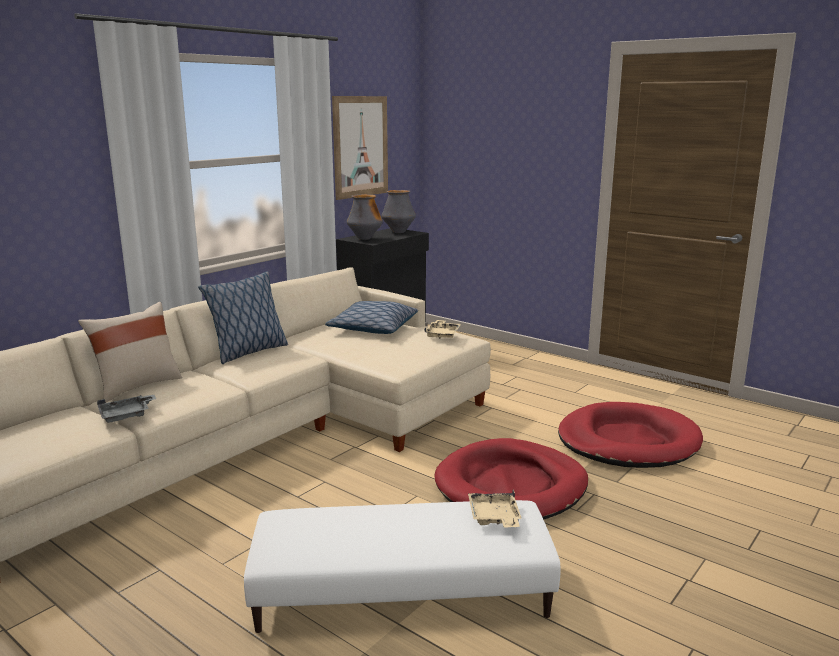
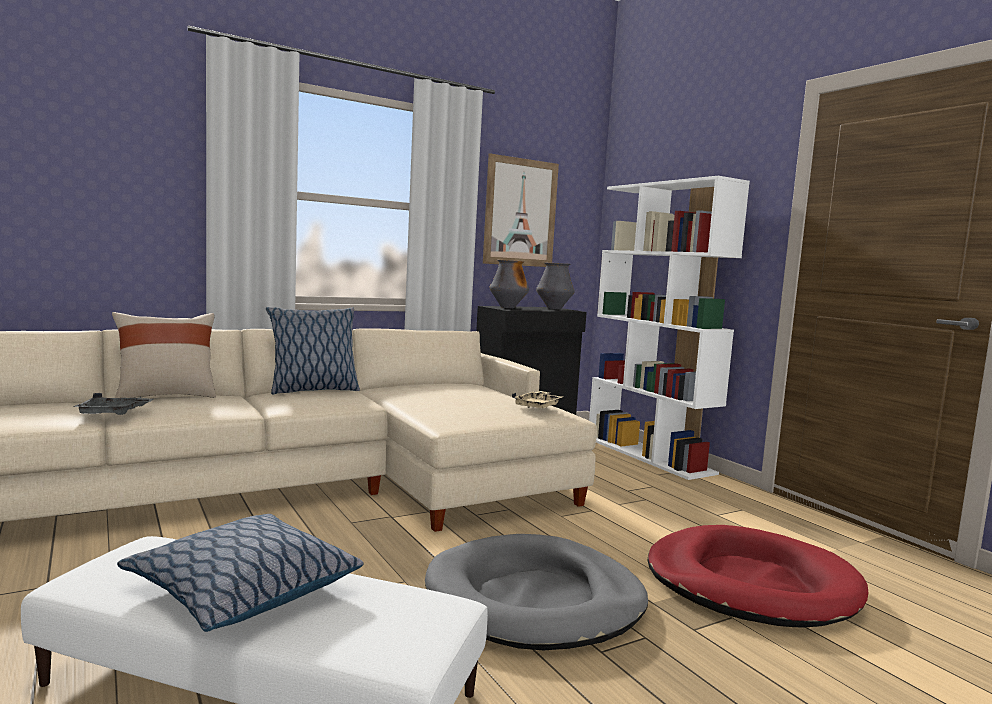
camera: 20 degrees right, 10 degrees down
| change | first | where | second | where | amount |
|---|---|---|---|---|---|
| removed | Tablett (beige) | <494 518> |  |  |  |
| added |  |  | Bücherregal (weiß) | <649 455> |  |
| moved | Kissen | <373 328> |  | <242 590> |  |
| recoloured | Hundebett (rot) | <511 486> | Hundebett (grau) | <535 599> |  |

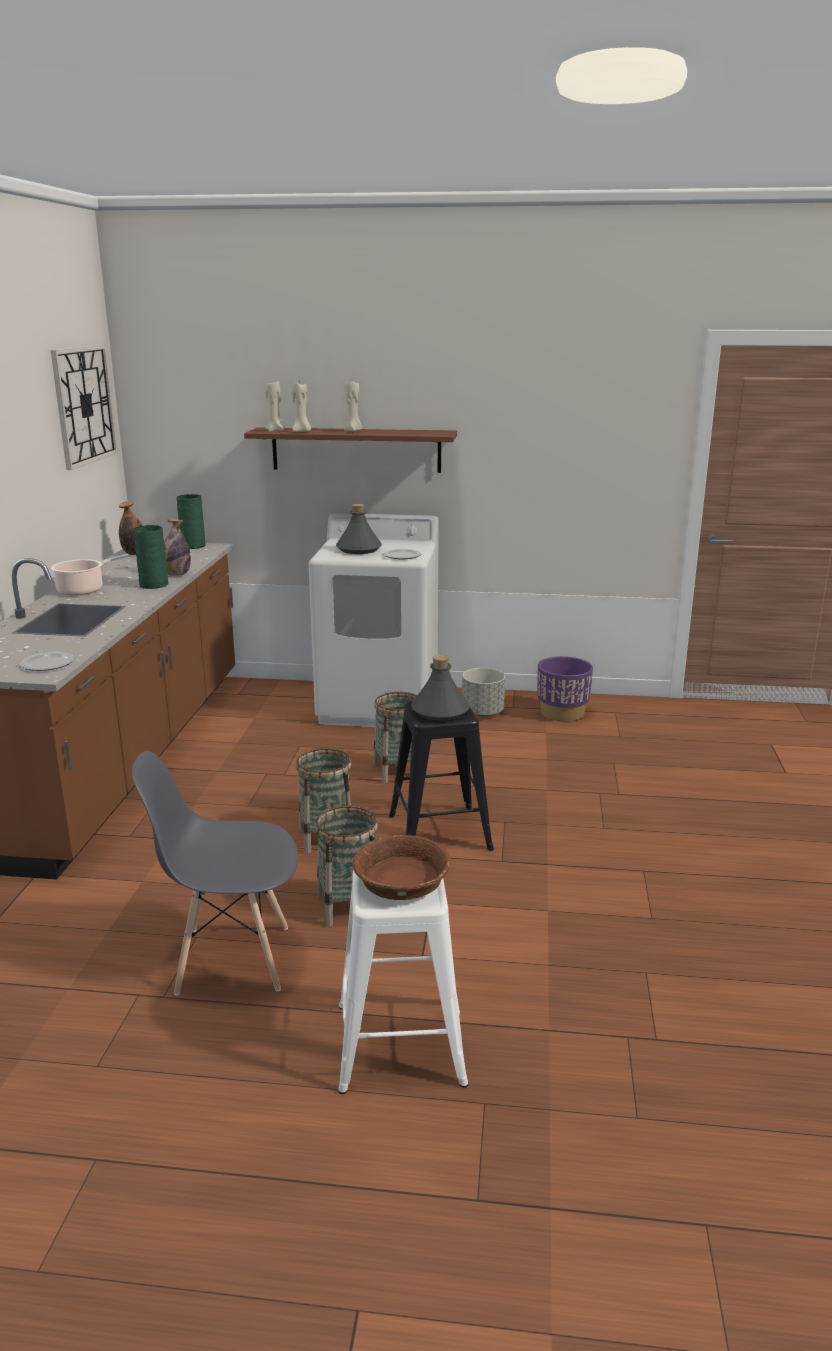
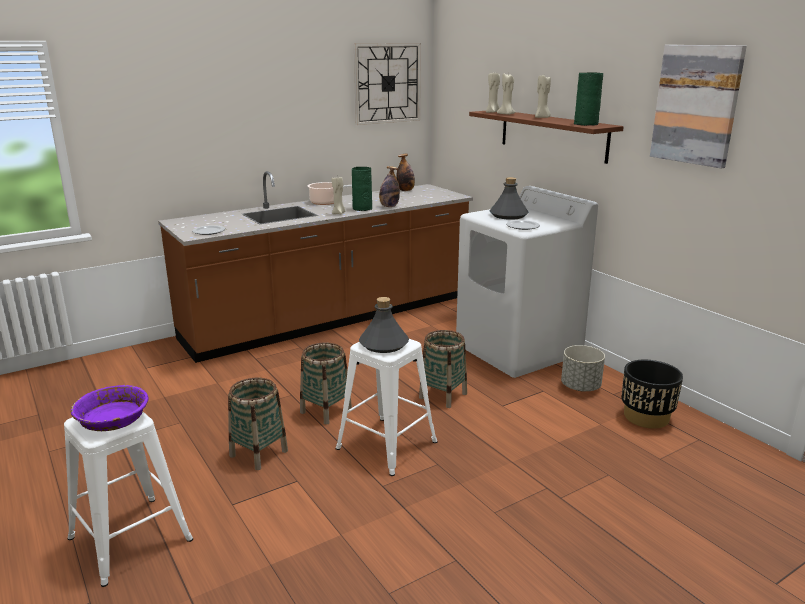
camera: 50 degrees right, 0 degrees up
| change | first | where | second | where | amount |
|---|---|---|---|---|---|
| removed | Stuhl (grau) | <232 959> |  |  |  |
| added |  |  | Kerze (beige) | <339 213> |  |
| added |  |  | Bild | <696 105> |  |
| moved | Vase (grün) | <194 546> |  | <586 124> |  |
| recoloured | Schüssel (braun) | <401 883> | Schüssel (lila) | <112 420> |  |
| recoloured | Hocker (schwarz) | <440 831> | Hocker (weiß) | <388 445> |  |
| recoloured | Pflanzkübel (lila) | <562 713> | Pflanzkübel (schwarz) | <646 417> |  |

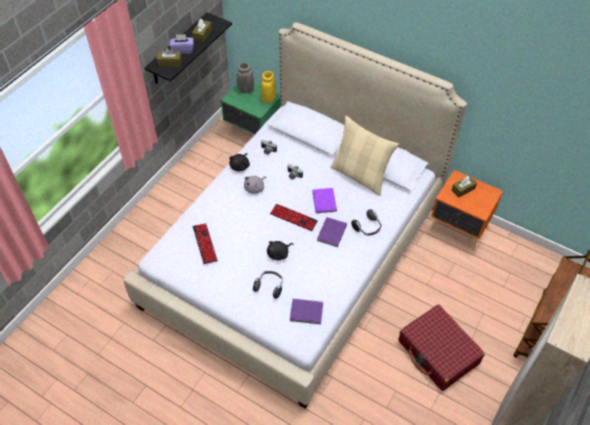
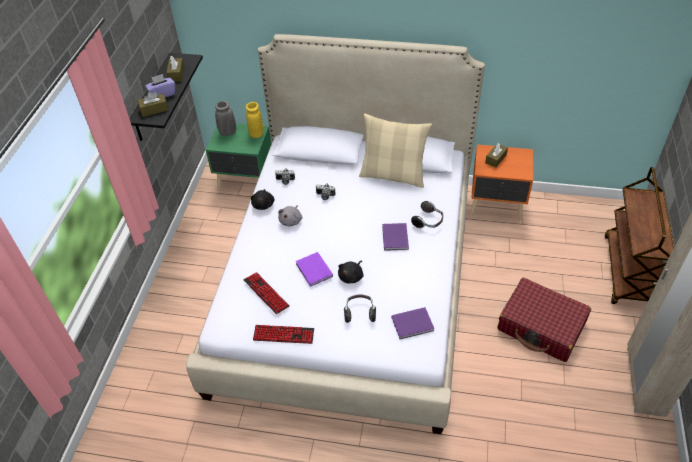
camera: 20 degrees left, 5 degrees down
| change | first | where | second | where | amount |
|---|---|---|---|---|---|
| moved | Tastatur | <293 218> |  | <283 335> |  |
| moved | Buch (lila) | <324 202> |  | <314 271> |  |

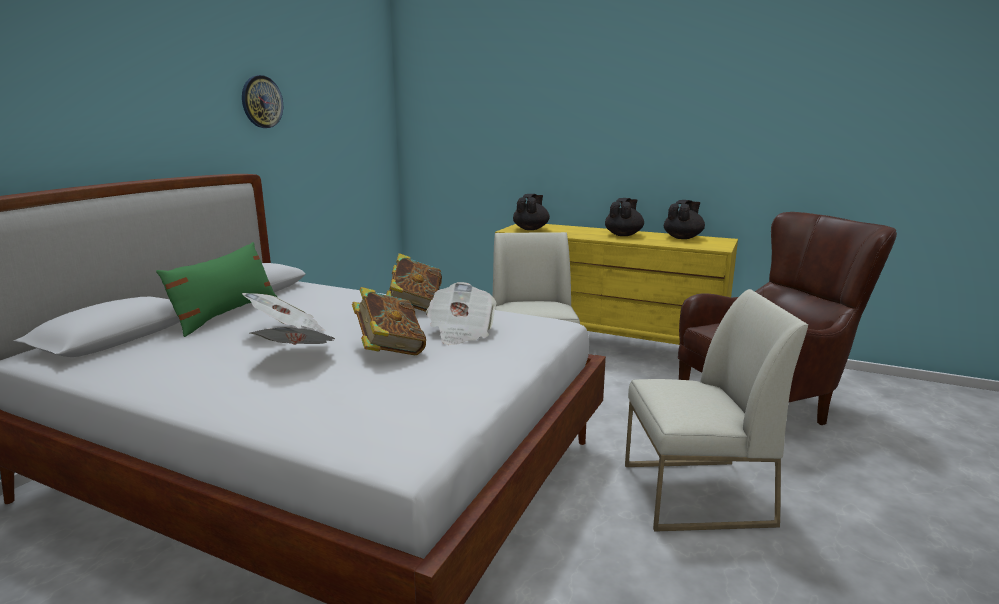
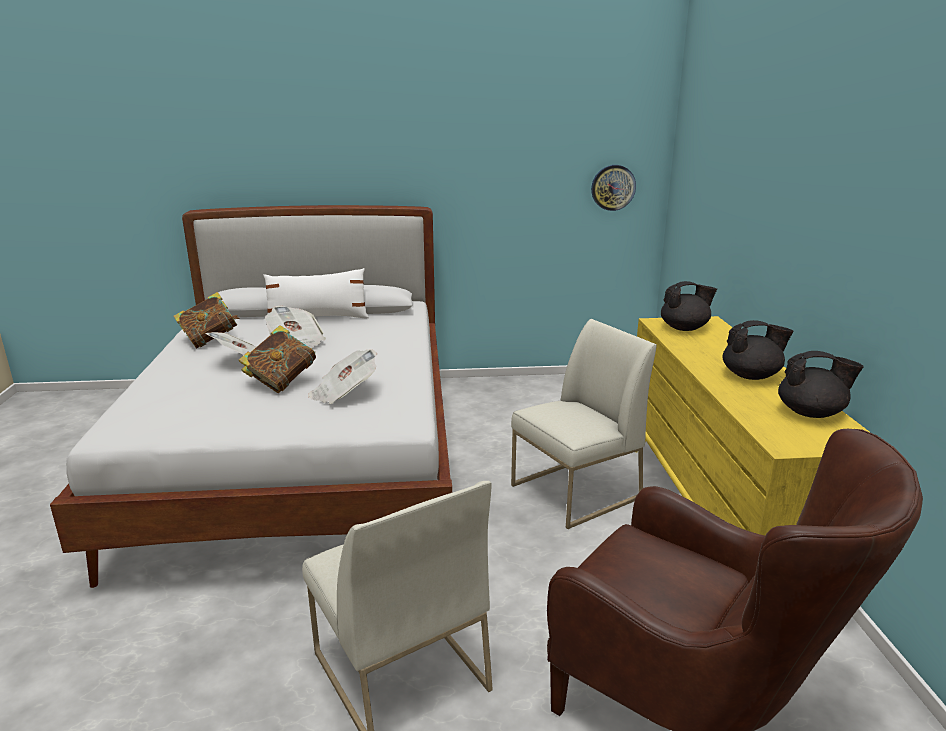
camera: 60 degrees right, 5 degrees up
| change | first | where | second | where | amount |
|---|---|---|---|---|---|
| moved | Wanduhr | <261 102> |  | <613 187> |  |
| moved | Buch | <415 307> |  | <210 341> |  |
| recoloured | Kissen (grün) | <226 314> | Kissen (weiß) | <318 319> |  |

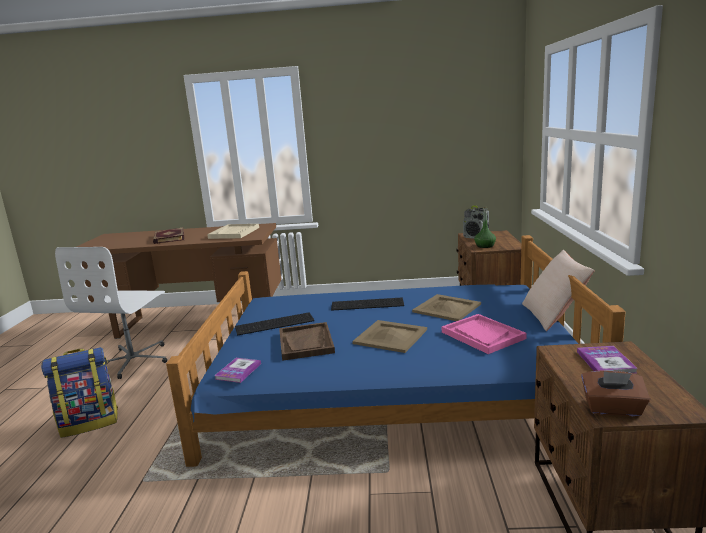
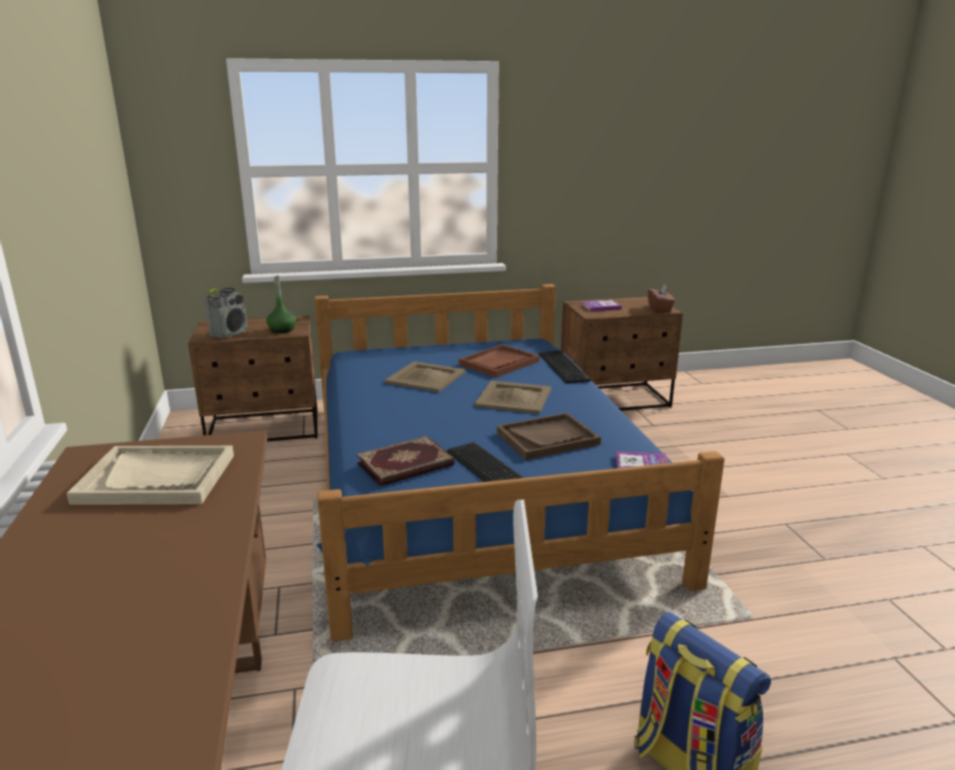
camera: 105 degrees left, 5 degrees up
| change | first | where | second | where | amount |
|---|---|---|---|---|---|
| removed | Kissen (beige) | <554 315> |  |  |  |
| moved | Buch | <168 238> |  | <406 465> |  |
| moved | Tastatur | <368 304> |  | <564 366> |  |
| recoloured | Tablett (rosa) | <482 335> | Tablett (braun) | <499 363> |  |

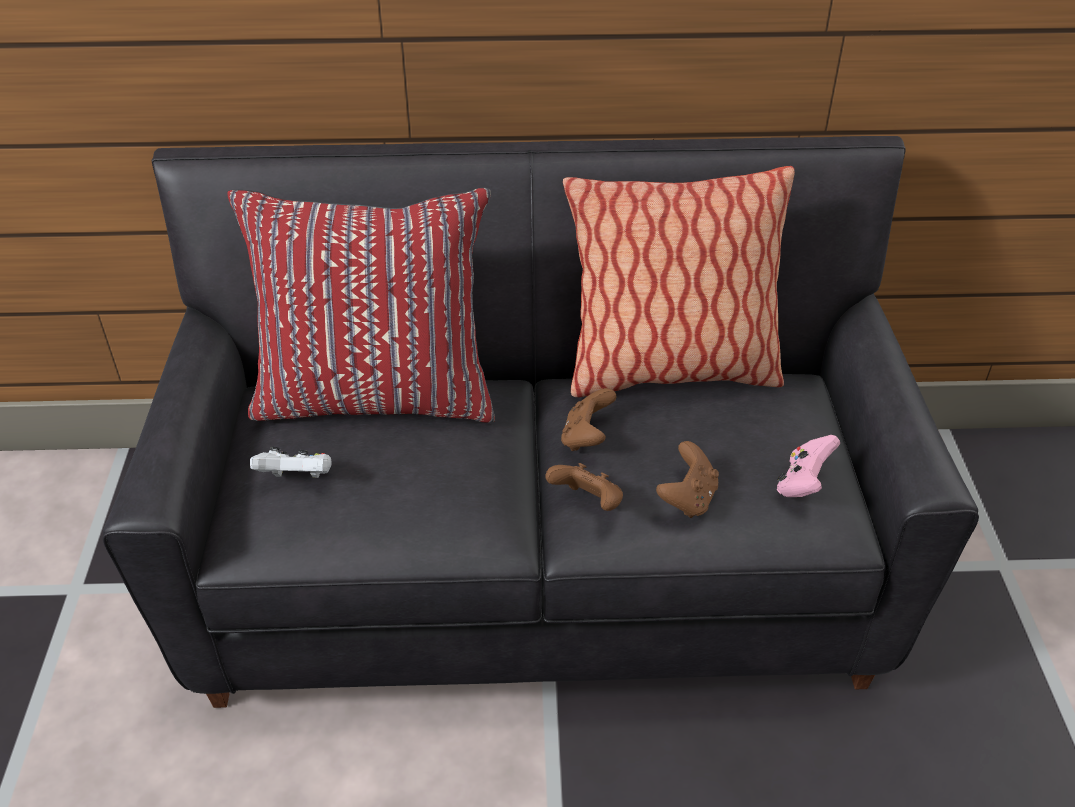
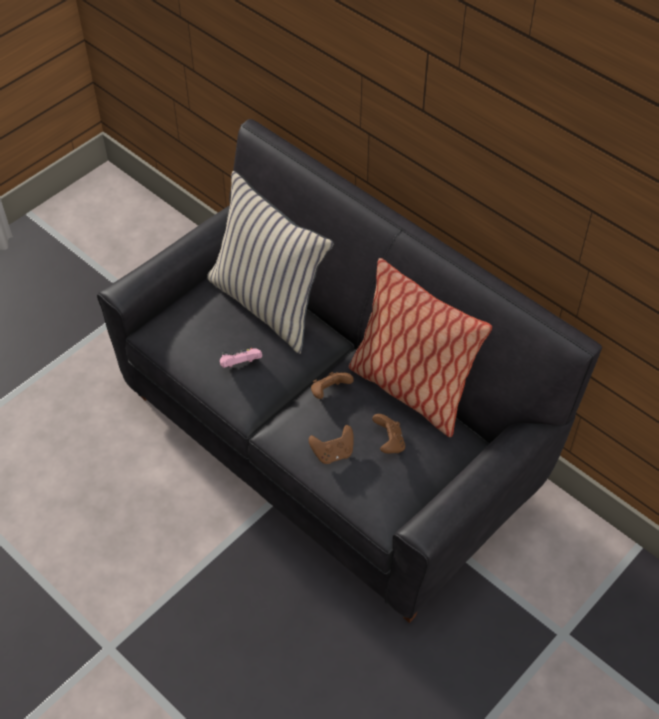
camera: 45 degrees right, 10 degrees up
| change | first | where | second | where | amount |
|---|---|---|---|---|---|
| removed | Gamepad (weiß) | <297 478> |  |  |  |
| moved | Gamepad (braun) | <588 503> |  | <389 443> |  |
| moved | Gamepad (rosa) | <803 483> |  | <240 365> |  |
| recoloured | Kissen (rot) | <376 394> | Kissen (beige) | <269 303> |  |

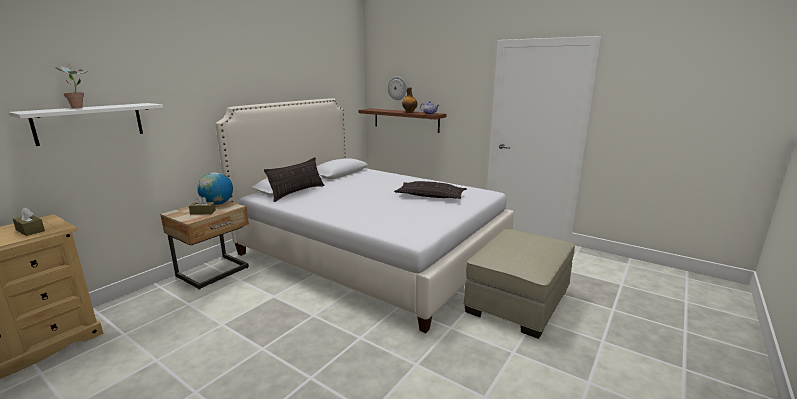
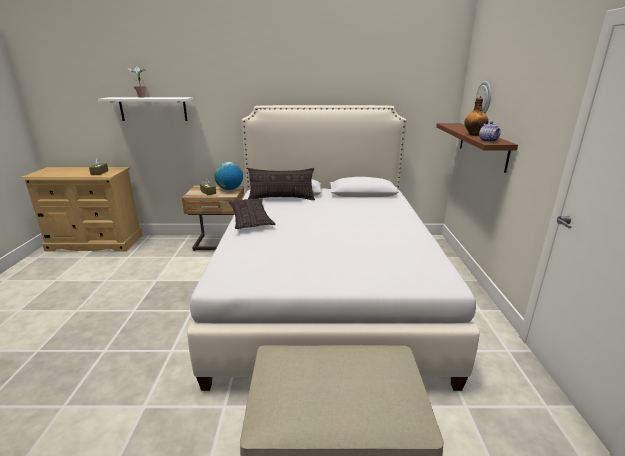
camera: 55 degrees right, 5 degrees up
| change | first | where | second | where | amount |
|---|---|---|---|---|---|
| moved | Kissen | <430 195> |  | <250 218> |  |

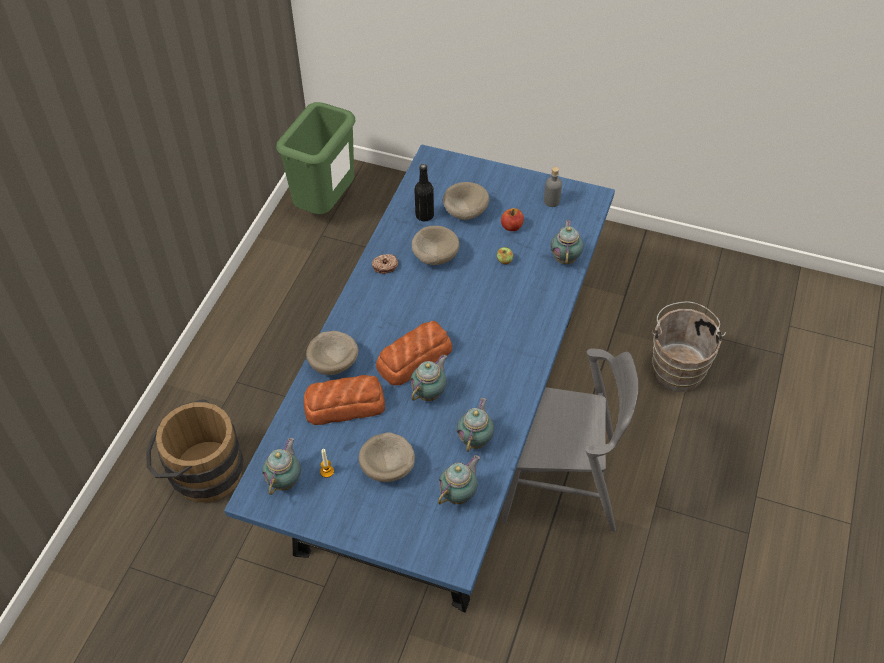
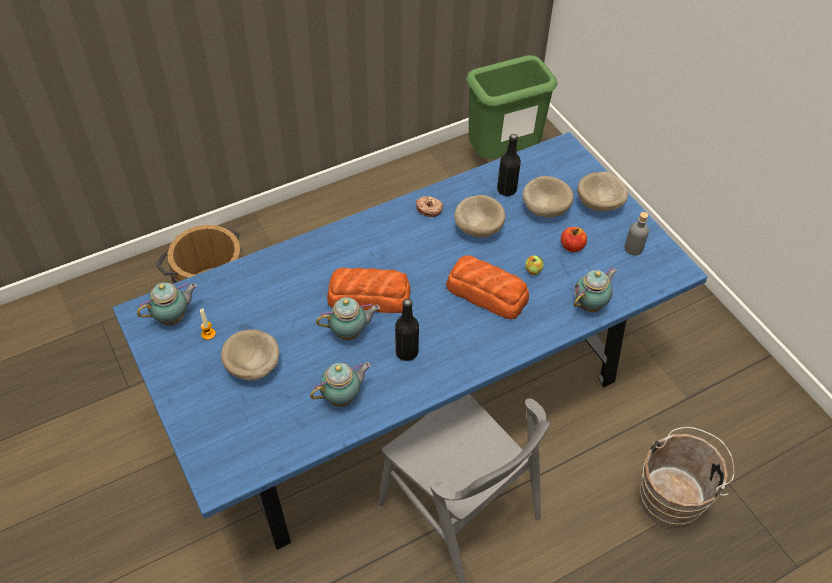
camera: 40 degrees right, 0 degrees up
| change | first | where | second | where | amount |
|---|---|---|---|---|---|
| removed | Teekanne | <459 494> |  |  |  |
| added |  |  | Flasche (schwarz) | <406 352> |  |
| moved | Brot | <343 405> |  | <486 292> |  |
| moved | Schüssel (beige) | <335 363> |  | <600 204> |  |

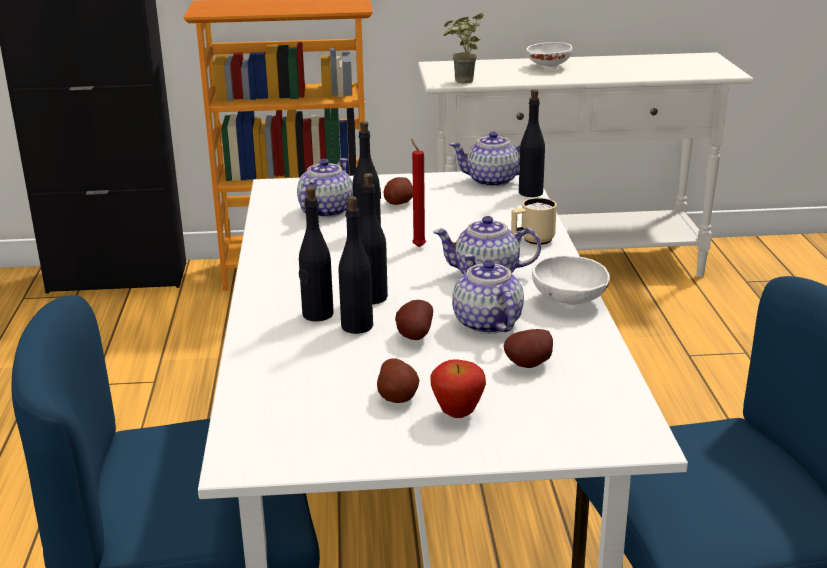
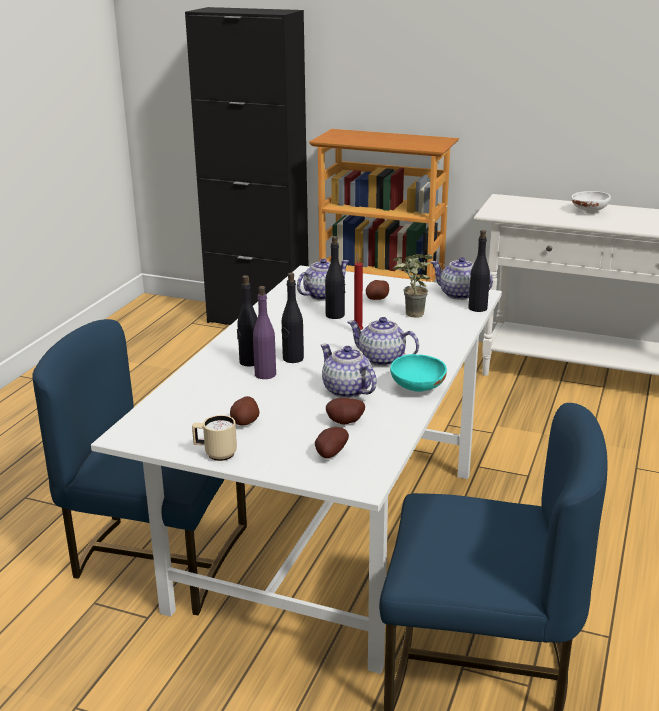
camera: 25 degrees right, 0 degrees up
| change | first | where | second | where | amount |
|---|---|---|---|---|---|
| removed | Apfel | <457 414> |  |  |  |
| moved | Kartoffel | <413 336> |  | <329 454> |  |
| moved | Topfpflanze | <461 82> |  | <410 315> |  |
| moved | Henkelbecher (beige) | <532 241> |  | <215 454> |  |
| recoloured | Flasche (schwarz) | <357 326> | Flasche (lila) | <265 374> |  |
| recoloured | Schüssel (weiß) | <569 302> | Schüssel (türkis) | <417 389> |  |
| turned | Teekanne | <487 323> |  | <347 391> | 45 degrees counterclockwise |

